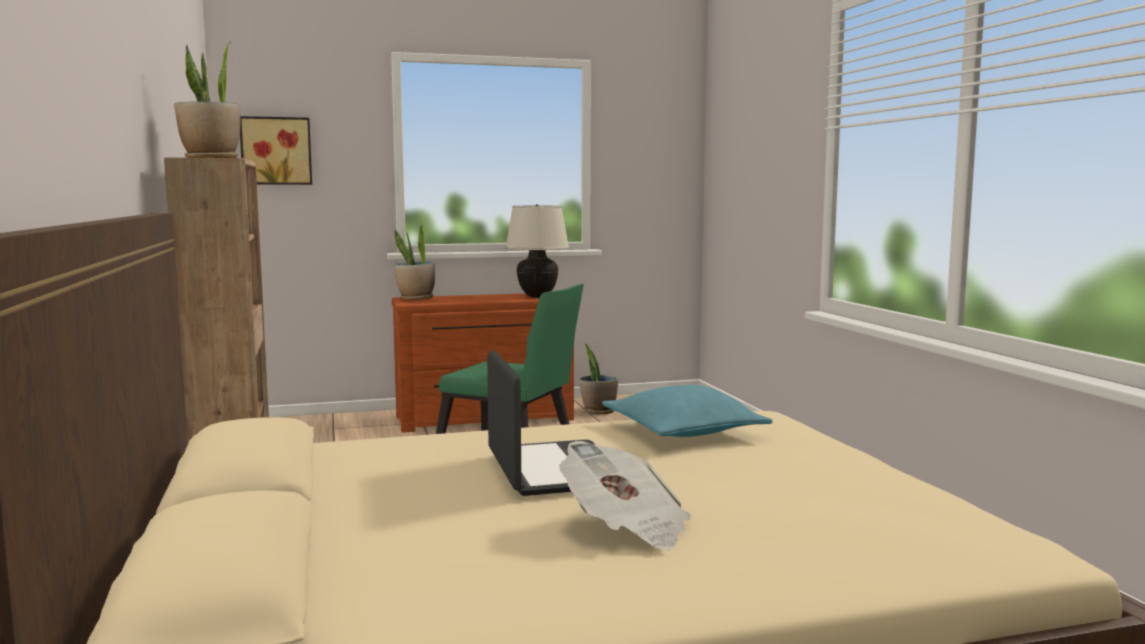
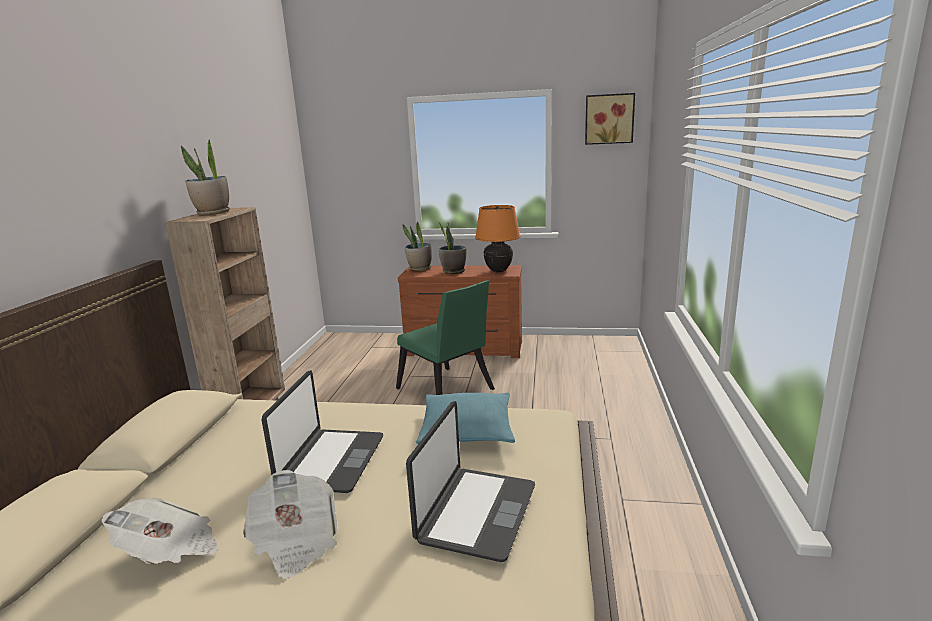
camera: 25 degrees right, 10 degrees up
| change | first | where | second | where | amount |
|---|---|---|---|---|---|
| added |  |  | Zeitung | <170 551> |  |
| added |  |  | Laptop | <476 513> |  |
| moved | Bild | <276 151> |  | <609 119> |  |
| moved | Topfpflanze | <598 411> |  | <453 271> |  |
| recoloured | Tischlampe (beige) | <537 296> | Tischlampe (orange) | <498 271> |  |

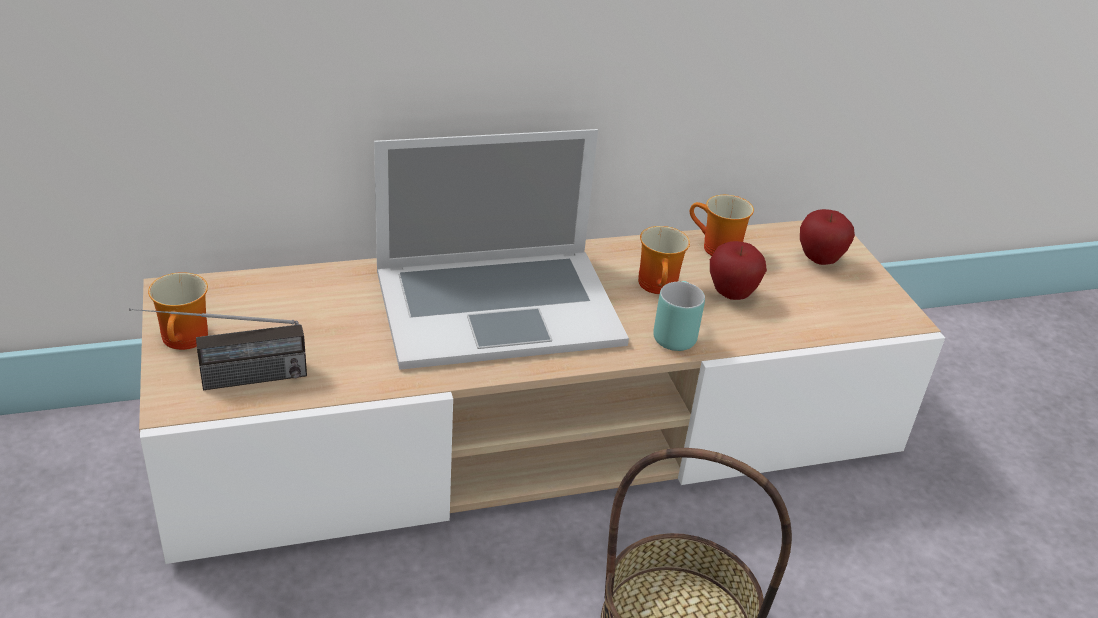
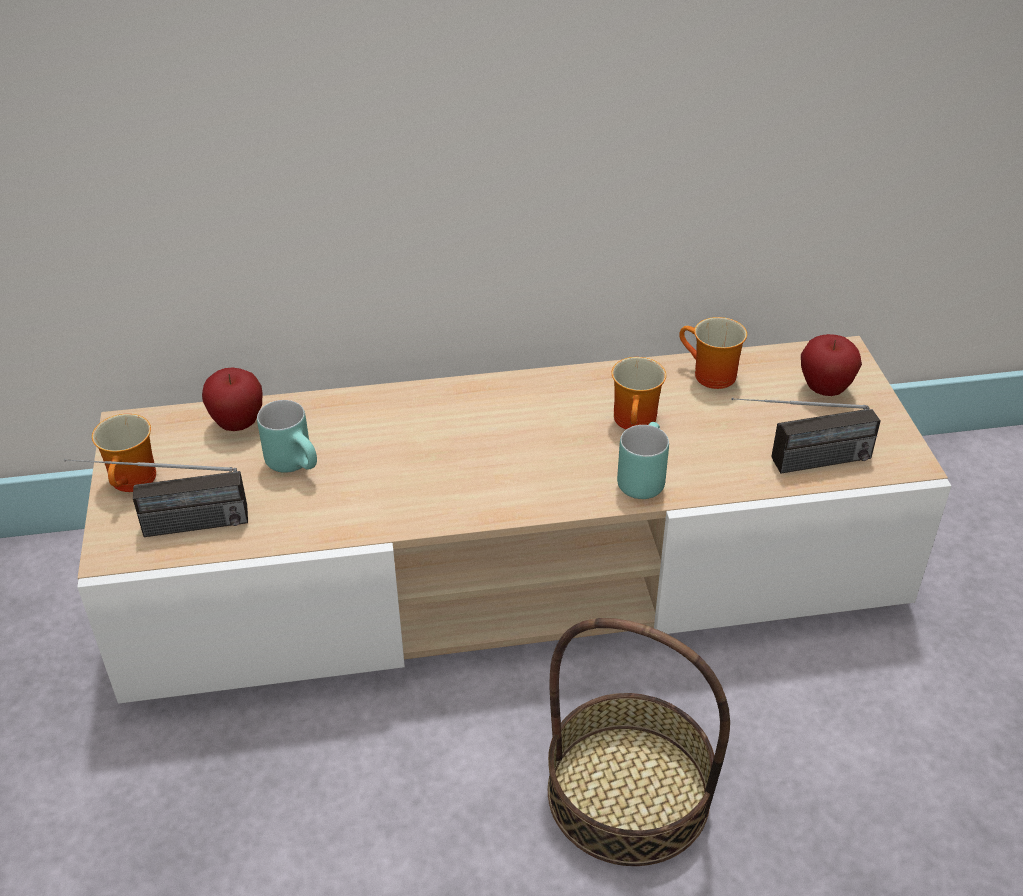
camera: 10 degrees right, 5 degrees up
| change | first | where | second | where | amount |
|---|---|---|---|---|---|
| removed | Laptop | <497 306> |  |  |  |
| added |  |  | Henkelbecher (türkis) | <297 464> |  |
| added |  |  | Radio | <797 464> |  |
| moved | Apfel | <731 294> |  | <238 424> |  |

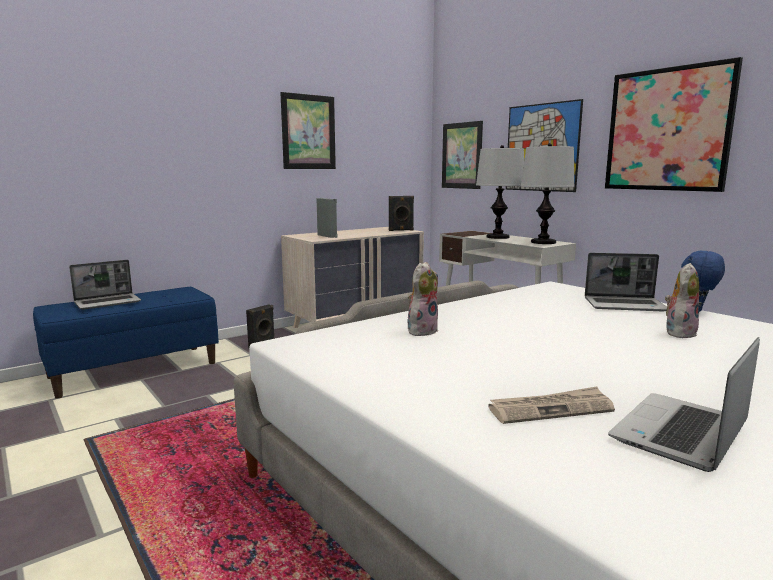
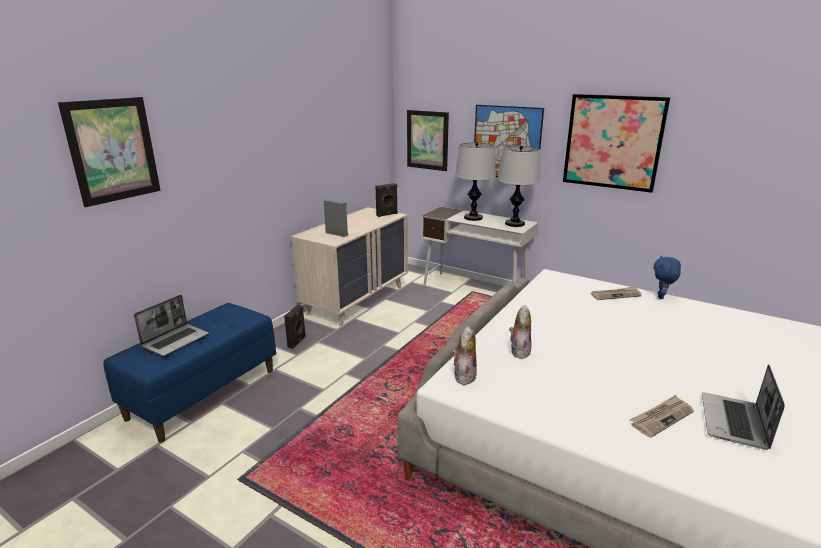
camera: 20 degrees left, 10 degrees up
| change | first | where | second | where | amount |
|---|---|---|---|---|---|
| moved | Bild | <308 132> |  | <113 150> |  |
| moved | Plüschtier | <679 332> |  | <463 376> |  |
| replaced | Laptop | <625 305> | Zeitung | <615 295> |  |

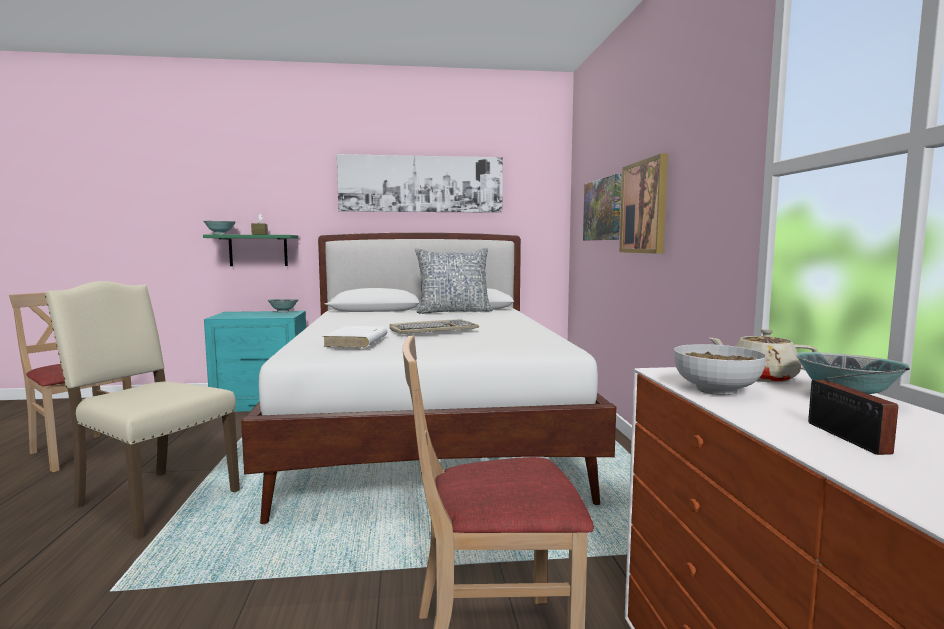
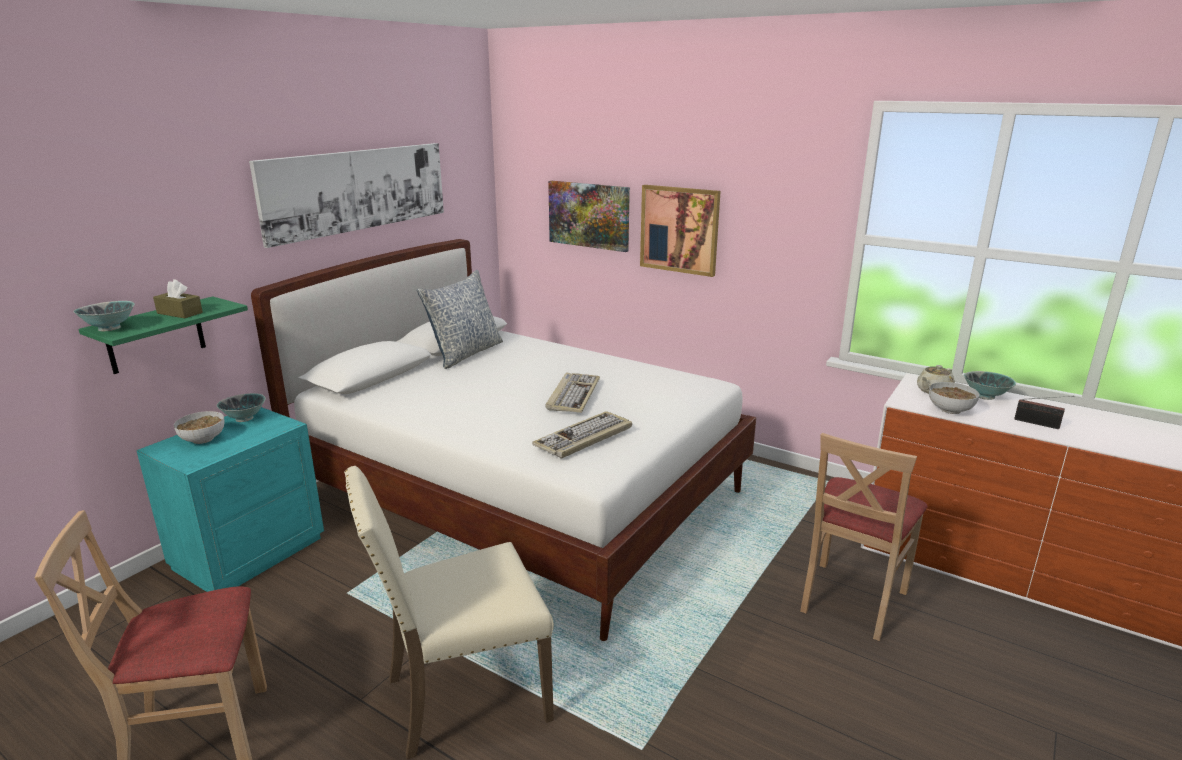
camera: 50 degrees left, 15 degrees up
| change | first | where | second | where | amount |
|---|---|---|---|---|---|
| added |  |  | Schüssel | <203 439> |  |
| replaced | Buch (weiß) | <356 341> | Tastatur | <584 438> |  |

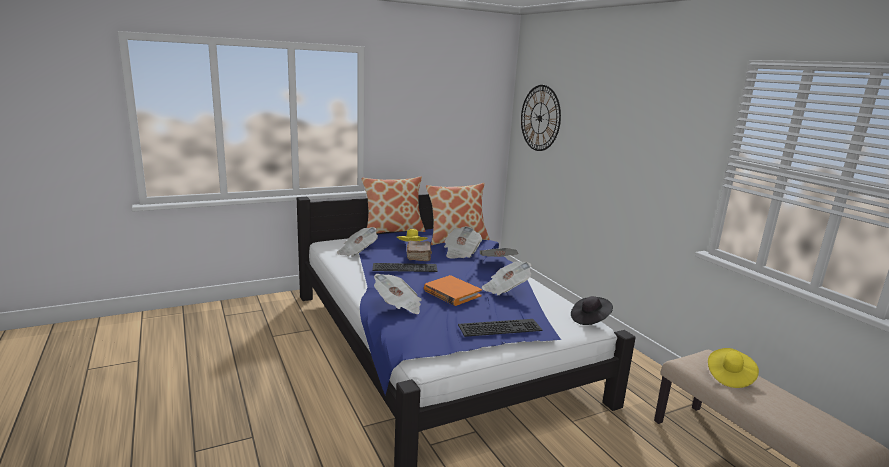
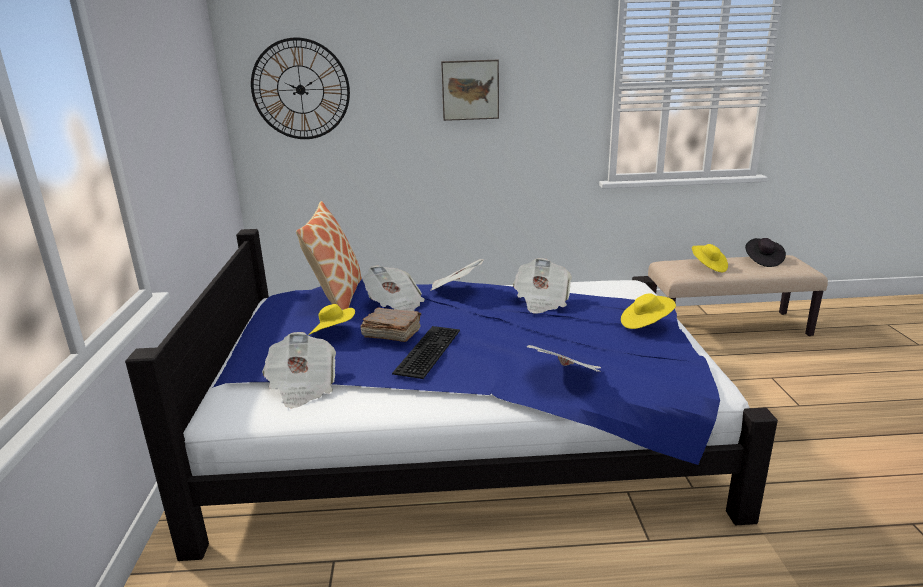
camera: 65 degrees left, 5 degrees up
| change | first | where | second | where | amount |
|---|---|---|---|---|---|
| removed | Kissen | <393 230> |  |  |  |
| removed | Buch (orange) | <452 293> |  |  |  |
| added |  |  | Bild | <470 90> |  |
| moved | Hut (schwarz) | <590 319> |  | <763 261> |  |
| replaced | Tastatur | <500 327> | Hut (gelb) | <645 323> |  |

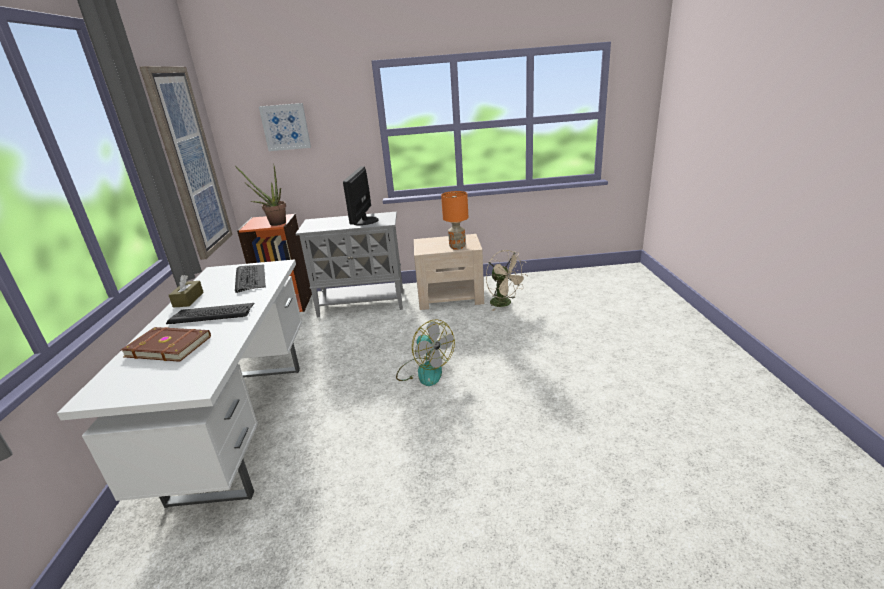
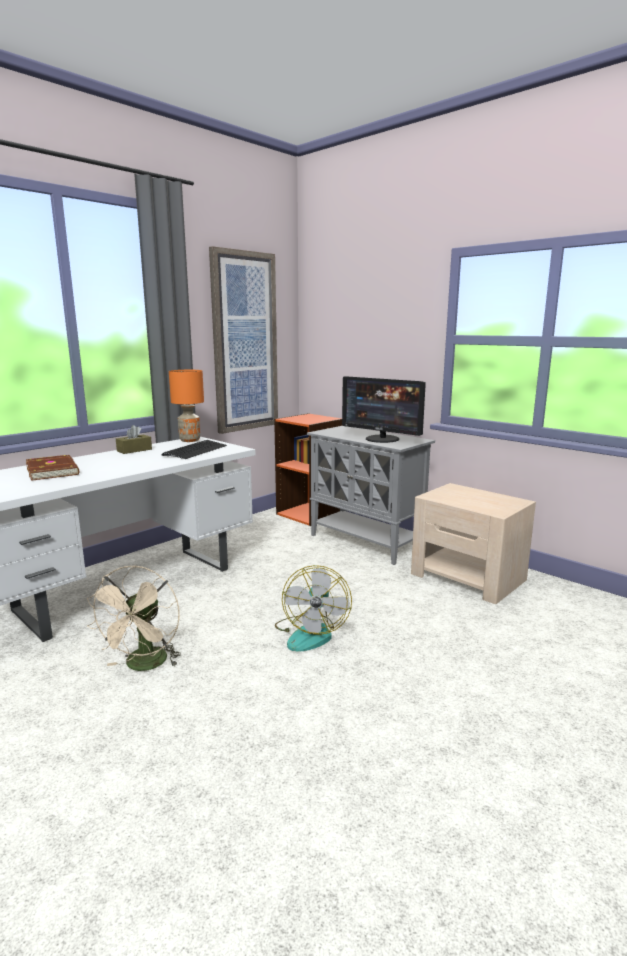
camera: 45 degrees right, 10 degrees down
| change | first | where | second | where | amount |
|---|---|---|---|---|---|
| removed | Tastatur | <212 314> |  |  |  |
| removed | Topfpflanze | <274 223> |  |  |  |
| removed | Bild | <285 127> |  |  |  |
| moved | Tischlampe (orange) | <457 247> |  | <190 440> |  |
| moved | Ventilator (beige) | <504 304> |  | <144 666> |  |
| turned | Monitor | <364 221> |  | <382 439> | 105 degrees counterclockwise |

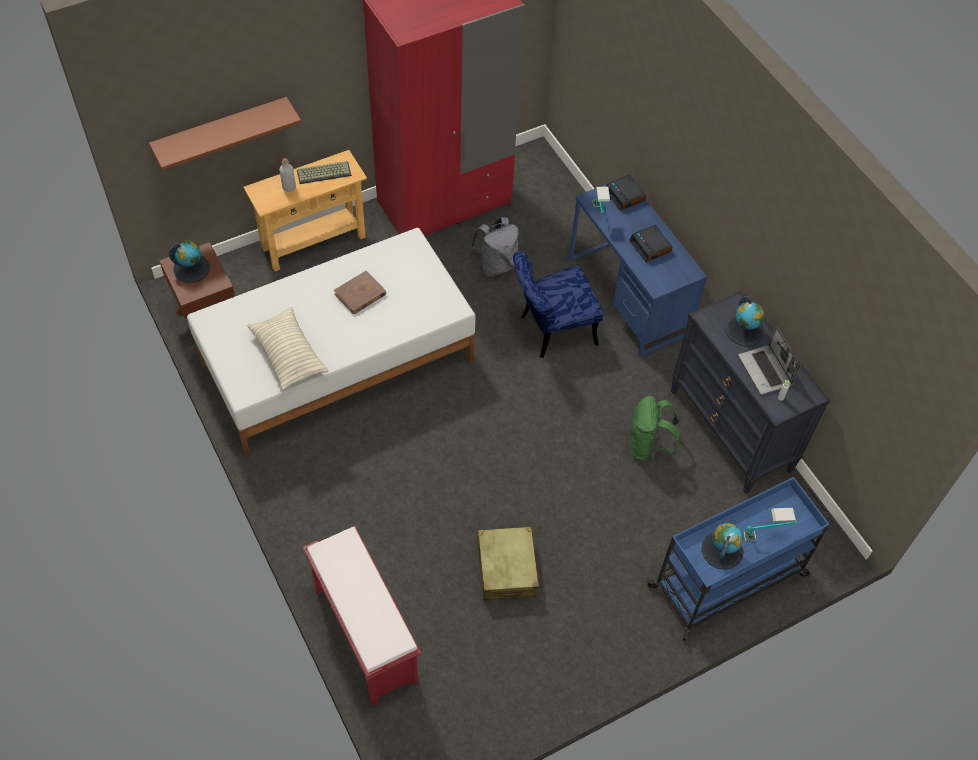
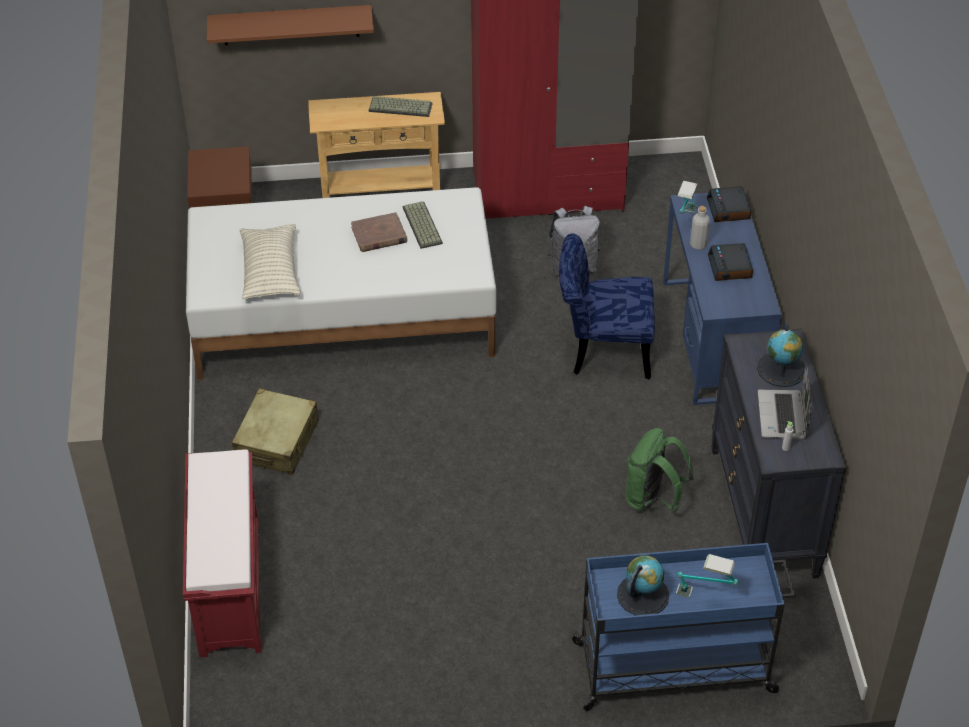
camera: 25 degrees right, 10 degrees down
| change | first | where | second | where | amount |
|---|---|---|---|---|---|
| removed | Globus | <191 268> |  |  |  |
| added |  |  | Tastatur | <421 225> |  |
| moved | Flasche (grau) | <289 187> |  | <698 244> |  |
| moved | Koffer (beige) | <506 568> |  | <277 441> |  |

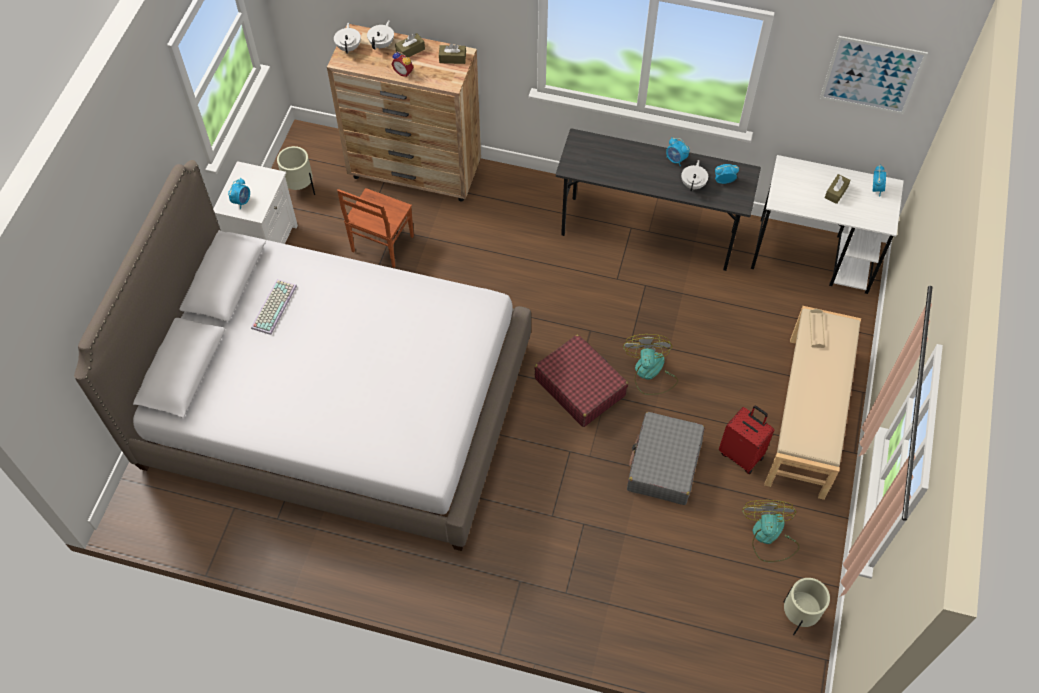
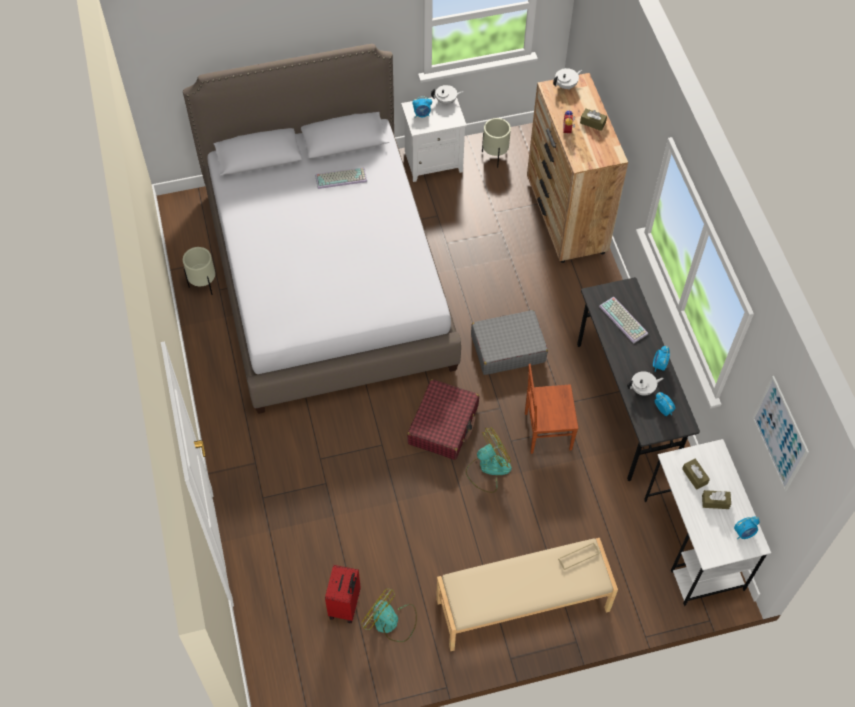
camera: 60 degrees right, 0 degrees up
| change | first | where | second | where | amount |
|---|---|---|---|---|---|
| added |  |  | Tastatur | <624 320> |  |
| moved | Stuhl (braun) | <381 244> |  | <546 430> |  |
| moved | Teekanne (weiß) | <382 44> |  | <446 101> |  |
| moved | Taschentuchbox (braun) | <452 58> |  | <694 476> |  |
| moved | Koffer (grau) | <664 464> |  | <507 348> |  |
| moved | Koffer (rot) | <741 454> |  | <345 605> |  |
| moved | Pflanzkübel (beige) | <797 617> |  | <203 285> |  |
| turned | Ventilator | <769 537> |  | <391 622> | 120 degrees counterclockwise |

